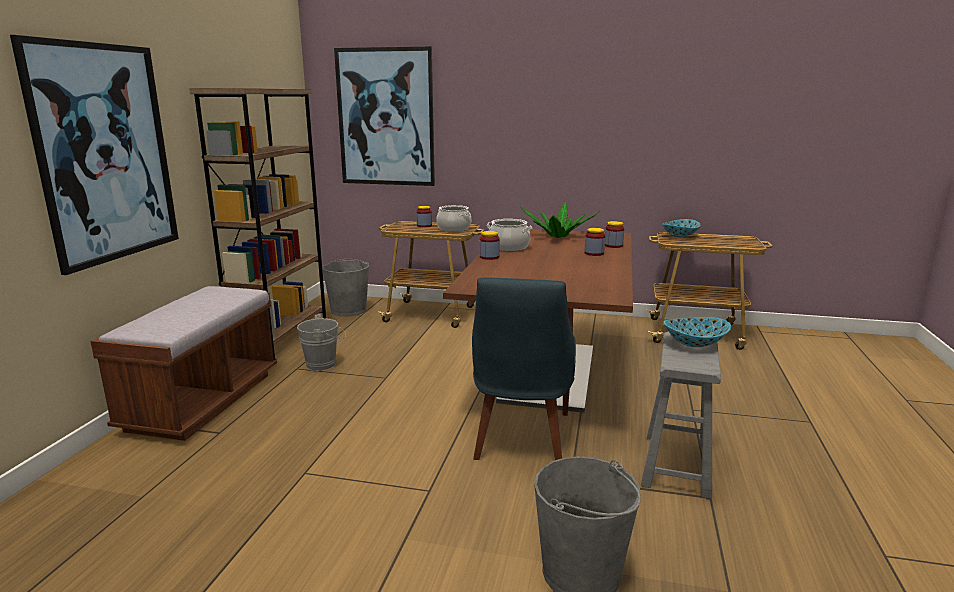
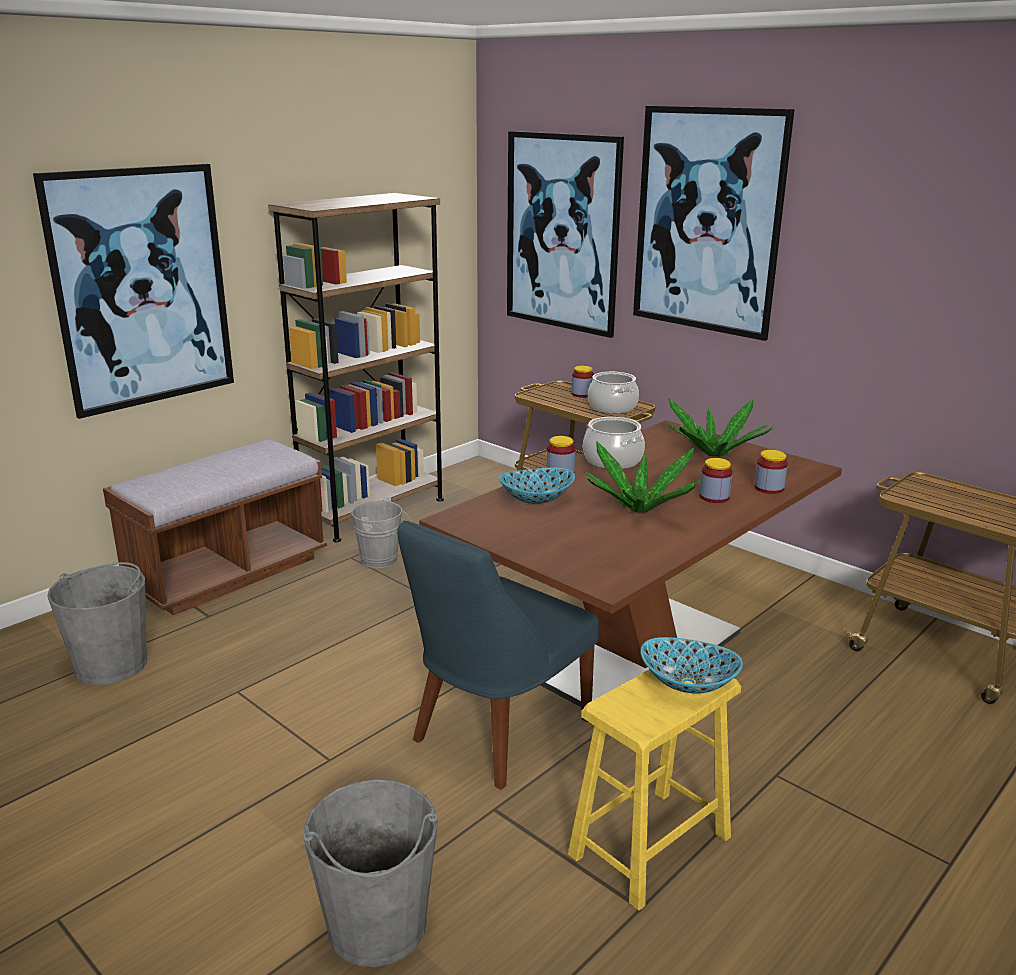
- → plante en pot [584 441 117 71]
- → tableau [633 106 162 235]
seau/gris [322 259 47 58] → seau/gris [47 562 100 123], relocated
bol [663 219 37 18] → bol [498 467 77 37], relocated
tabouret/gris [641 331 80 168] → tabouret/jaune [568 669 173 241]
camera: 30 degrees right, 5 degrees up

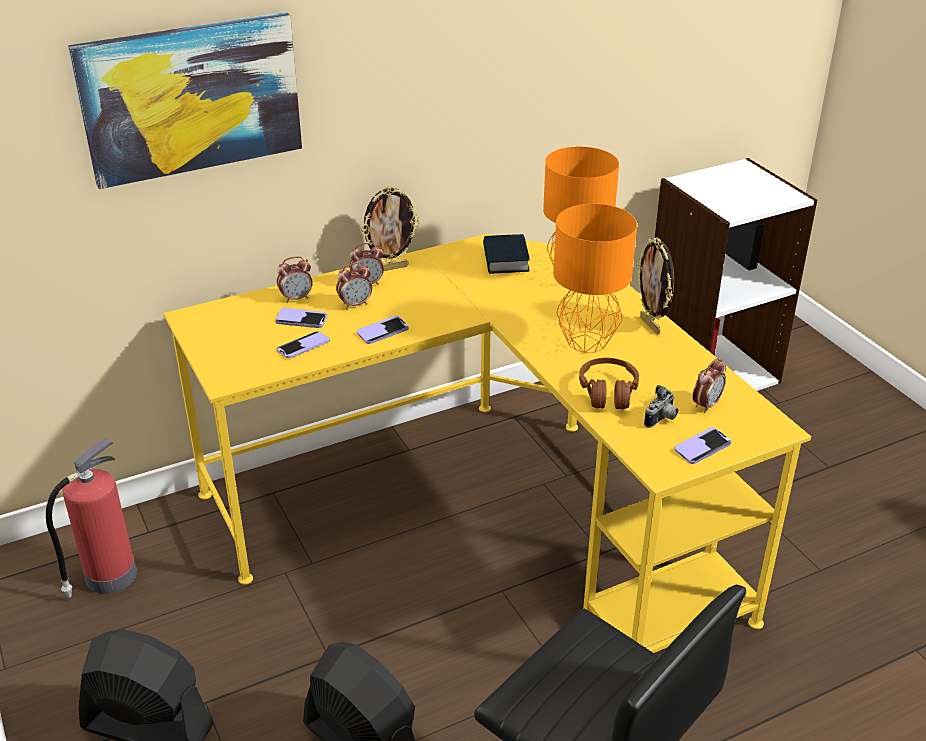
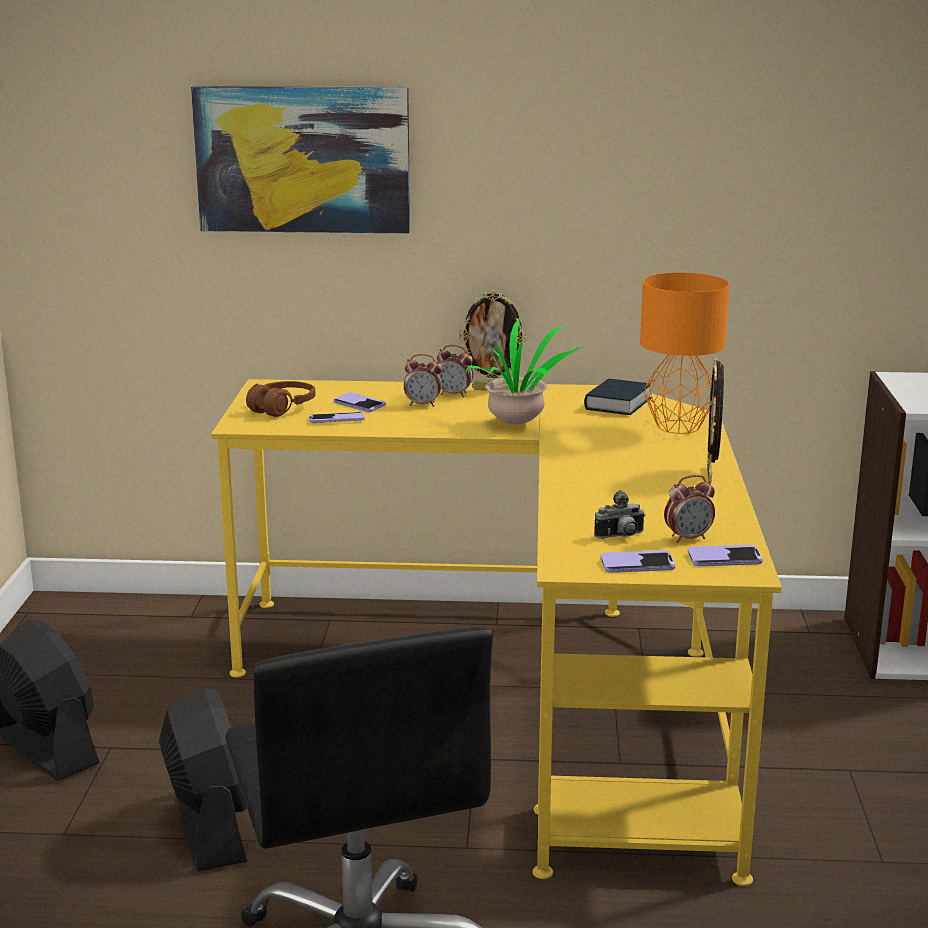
extincteur [46 438 91 160] → -
réveil [277 256 36 47] → -
lampe de table/orange [553 204 84 149] → -
- → plante en pot [466 317 117 107]
téléphone [357 316 52 28] → téléphone [688 545 75 21], relocated
casque audio/marron [579 358 60 51] → casque audio/marron [246 381 70 36], relocated
camera: 30 degrees right, 15 degrees down

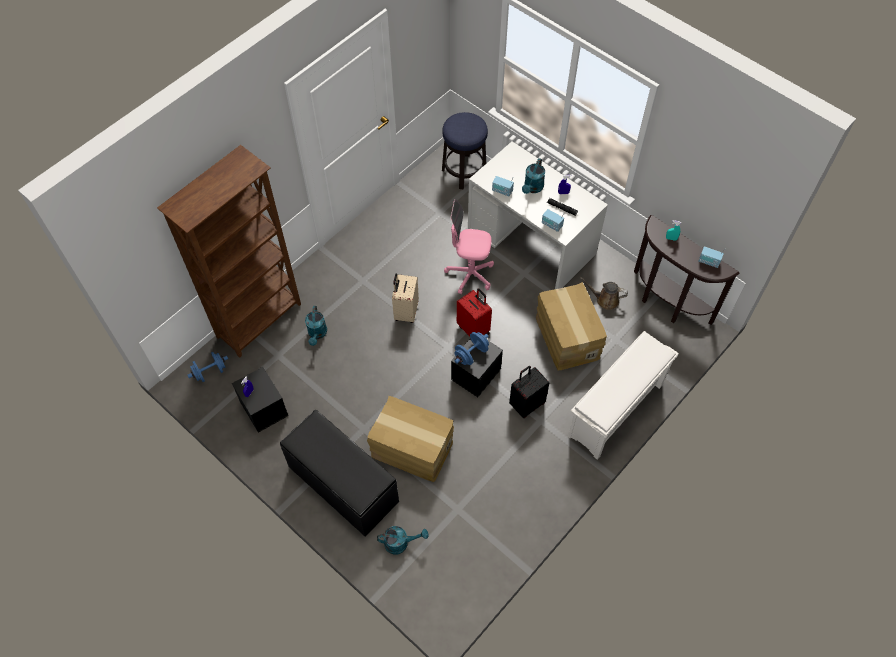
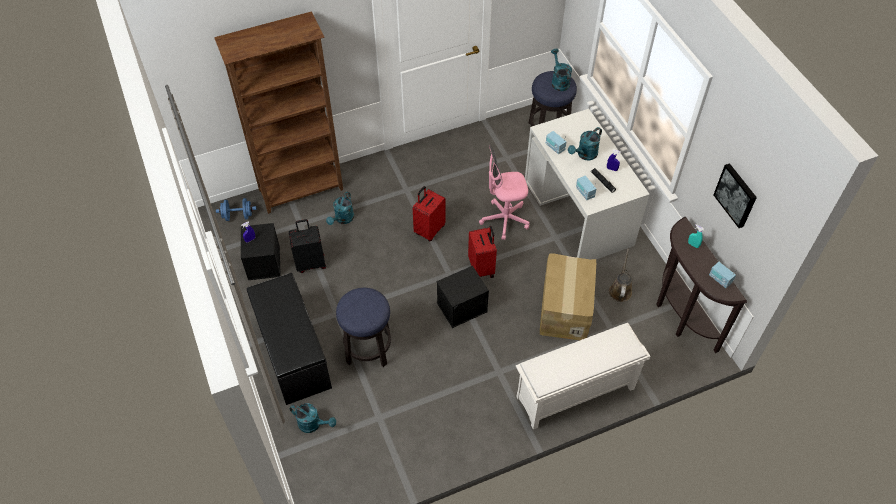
haltère/bleu [454 332 35 33] → -
- → arrosoir/turquoise [551 49 21 42]
- → tableau [713 163 44 65]
valise/noir [509 366 41 52] → valise/noir [289 219 37 54], relocated
carton [367 396 87 86] → tabouret [336 288 55 79]
valise/beige [392 274 27 49] → valise/rouge [413 186 33 55]
chaise de bureau/rose [444 199 50 95] → chaise de bureau/rose [479 145 51 95], 45 degrees counterclockwise
arrosoir/marron [580 277 48 33] → arrosoir/marron [609 249 23 53], 60 degrees clockwise
camera: 25 degrees right, 5 degrees down

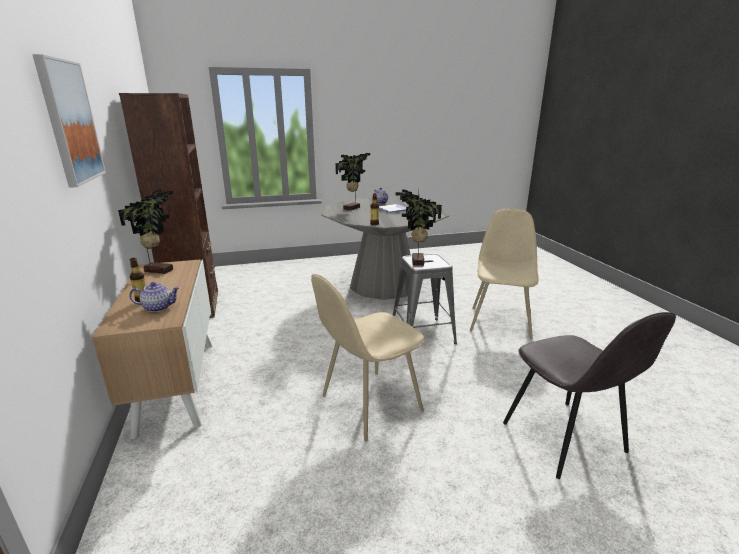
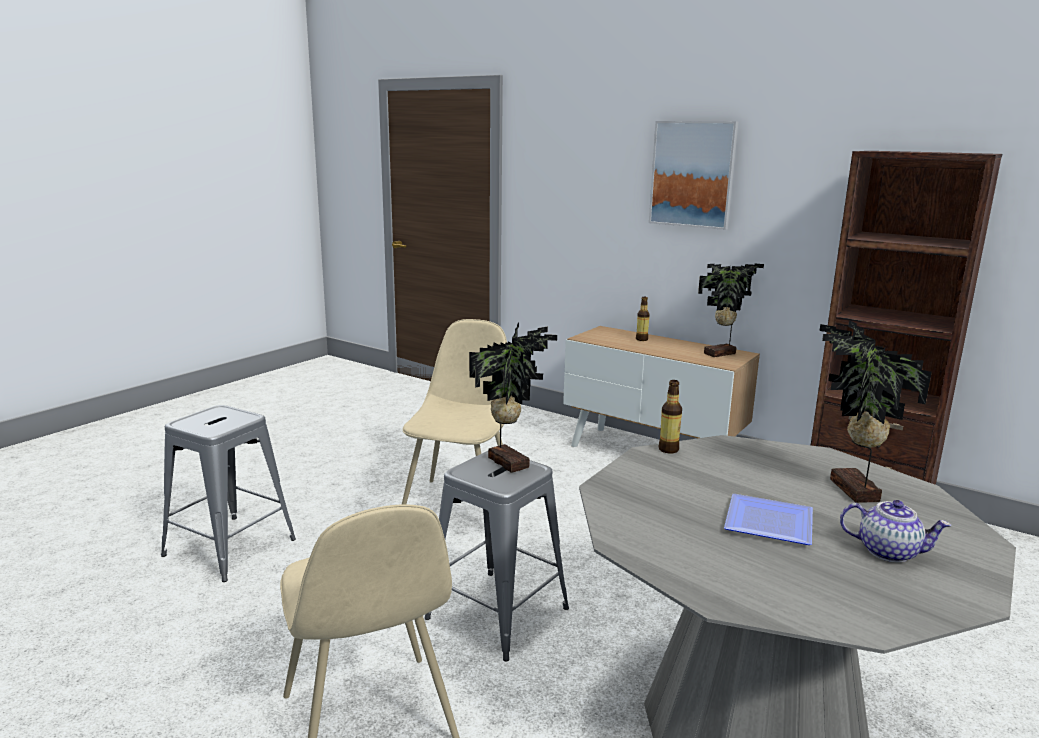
théière [129 282 51 30] → -
chaise/gris [503 312 173 167] → tabouret/gris [161 405 135 177]
camera: 140 degrees right, 5 degrees down

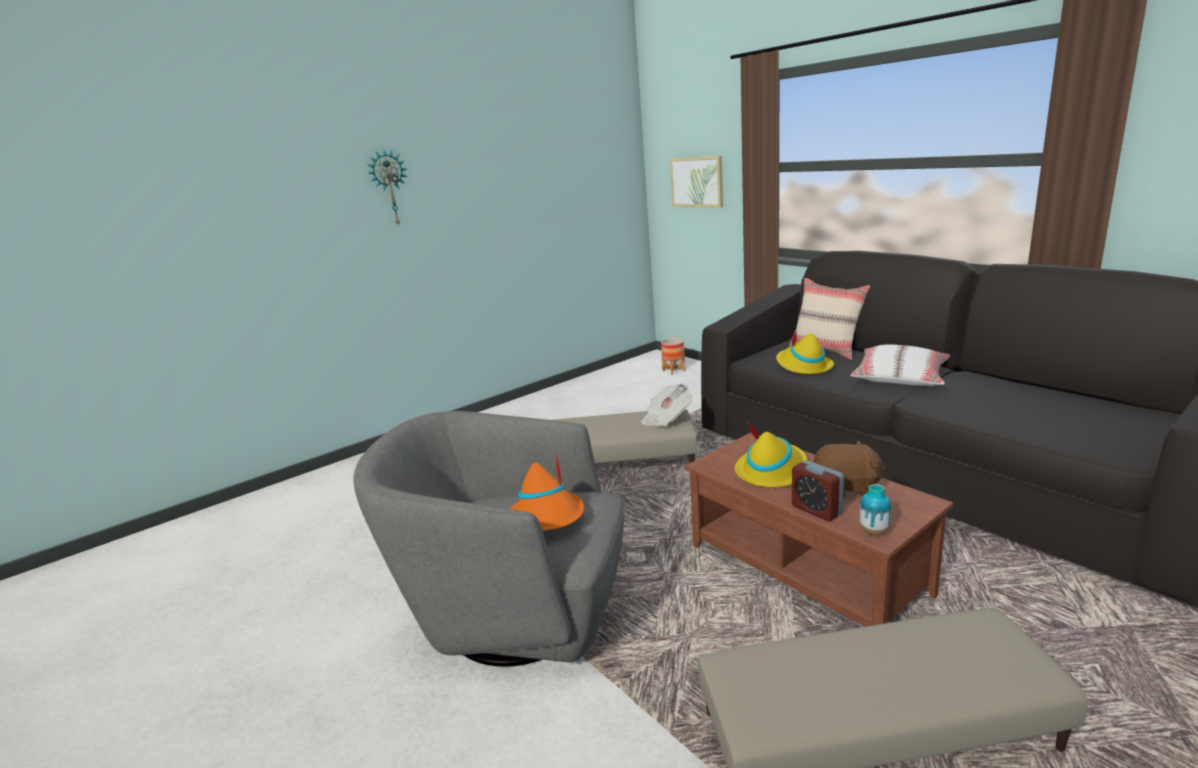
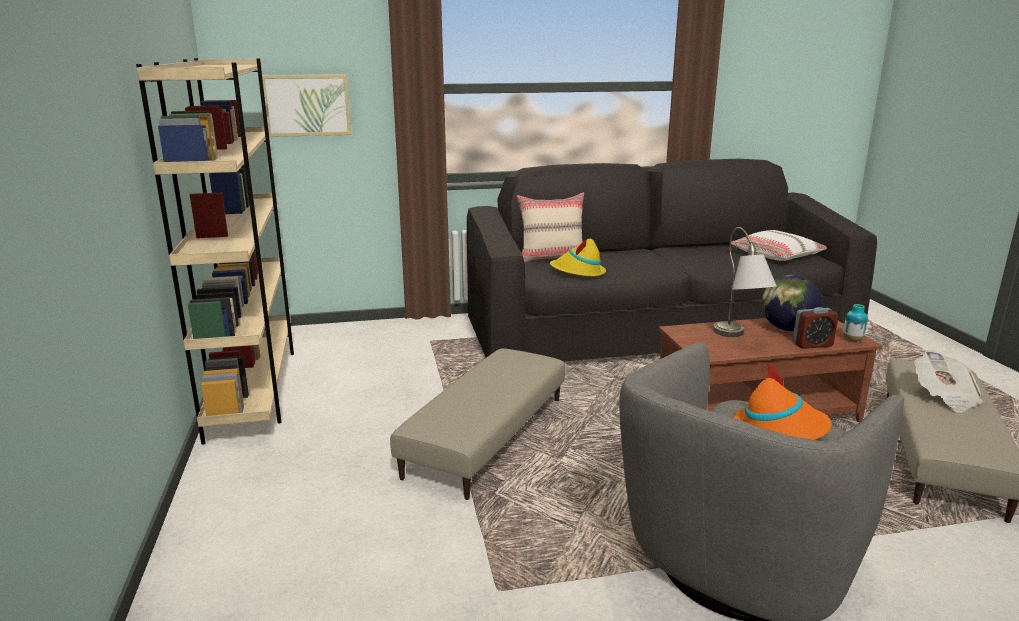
horloge murale [367 150 40 77] → -
cache-pot [661 338 24 37] → -
- → bibliothèque/beige [136 58 158 387]
journal [641 384 52 43] → journal [914 350 69 63], relocated
coussin/blanc [851 344 99 43] → coussin/blanc [731 230 96 31], relocated
chapeau/jaune [735 422 72 65] → lampe de table/gris [713 227 63 110]
peluche/marron [813 440 73 59] → globe [762 275 60 56]
camera: 65 degrees left, 0 degrees up

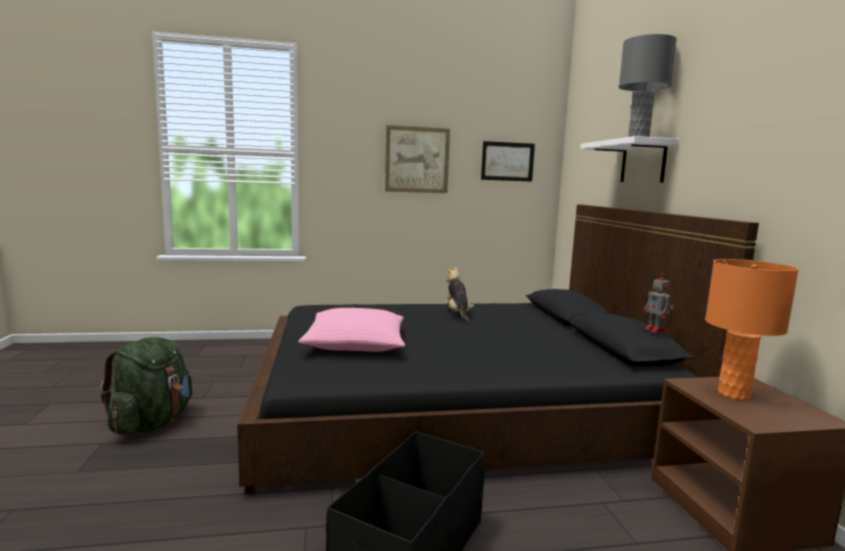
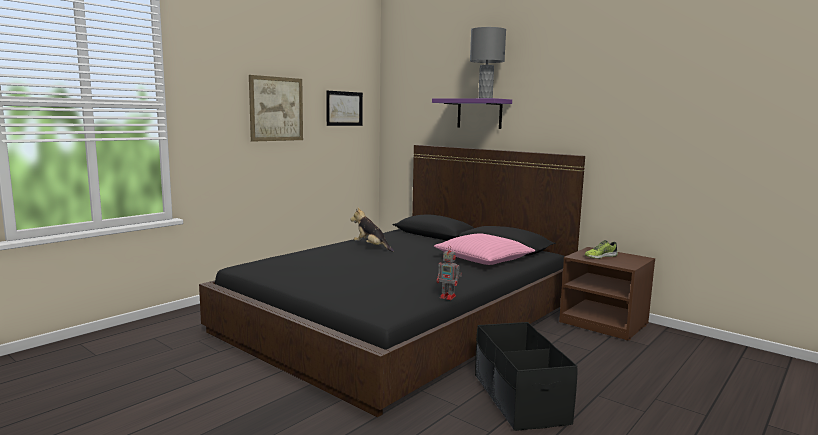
sac à dos/vert [100 337 92 98] → -
coussin/rose [299 308 106 44] → coussin/rose [434 233 101 32], relocated
robot jouet [643 274 30 59] → robot jouet [437 246 25 54], relocated
lampe de table/orange [705 259 94 141] → chaussure [585 240 33 19]
étagère/blanc [580 136 99 46] → étagère/violet [432 98 80 31]
camera: 40 degrees left, 0 degrees up

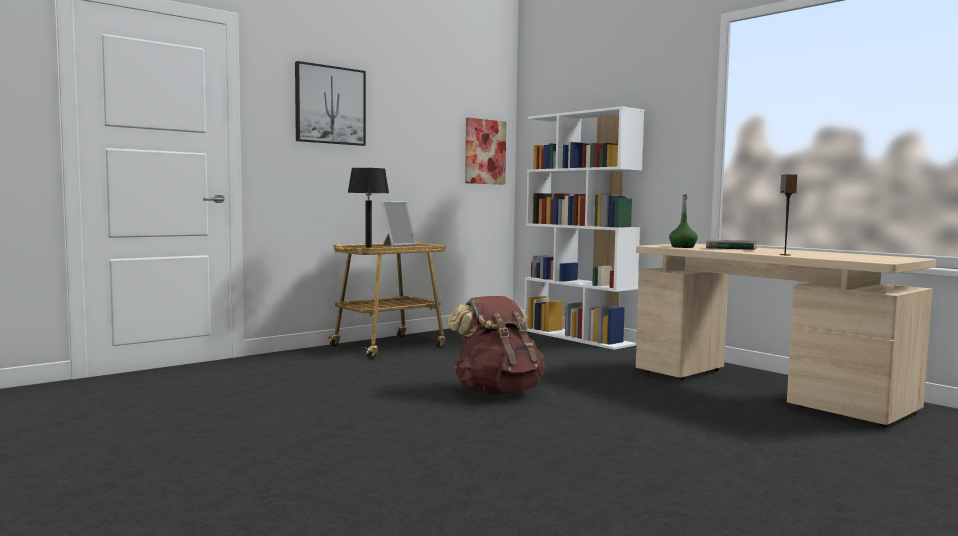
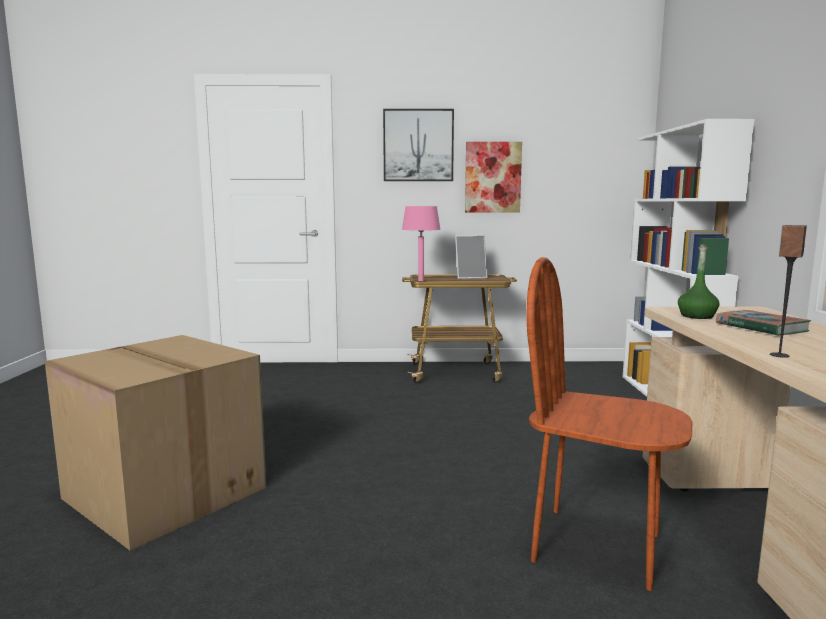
sac à dos/marron [447 296 98 98] → -
- → carton [45 335 221 216]
- → chaise/marron [527 257 165 334]
tableau [465 118 41 67] → tableau [465 142 57 70], relocated
lampe de table/noir [347 168 42 80] → lampe de table/rose [402 206 39 75]
camera: 40 degrees right, 5 degrees up

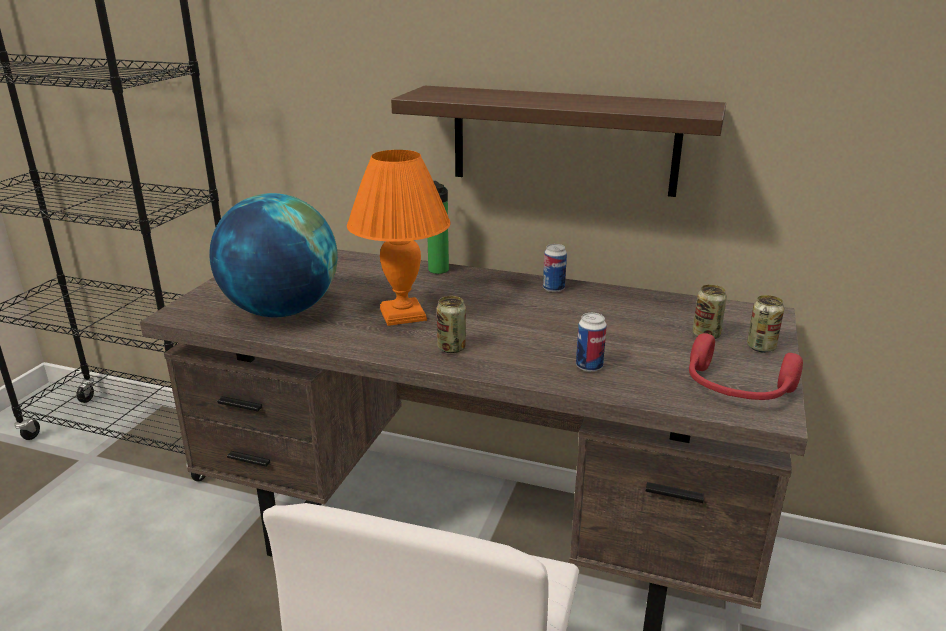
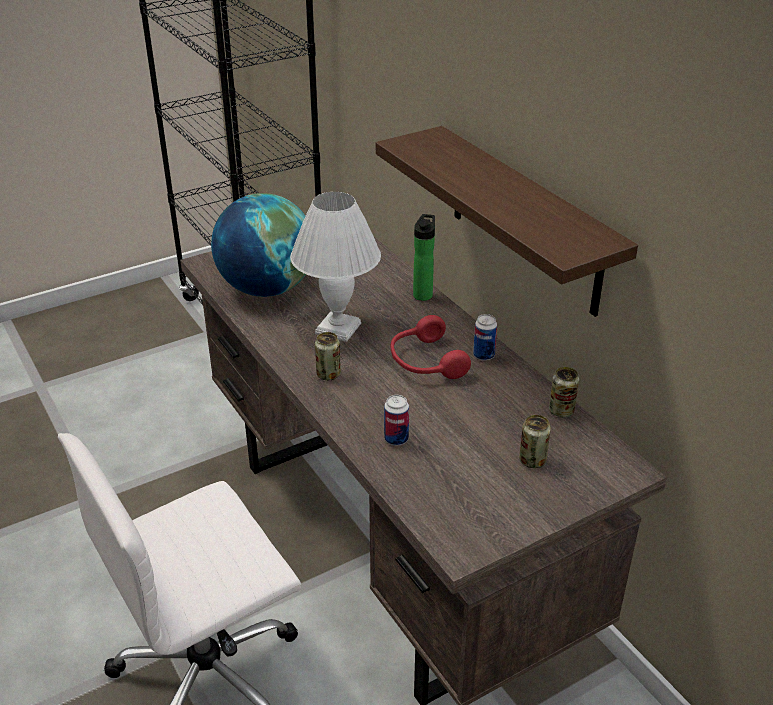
casque audio/rouge [689 333 114 67] → casque audio/rouge [391 315 80 64], relocated
boîte métallique [747 295 37 58] → boîte métallique [549 367 30 50], relocated
lampe de table/orange [347 150 104 176] → lampe de table/blanc [290 192 91 150]
camera: 40 degrees right, 10 degrees up

